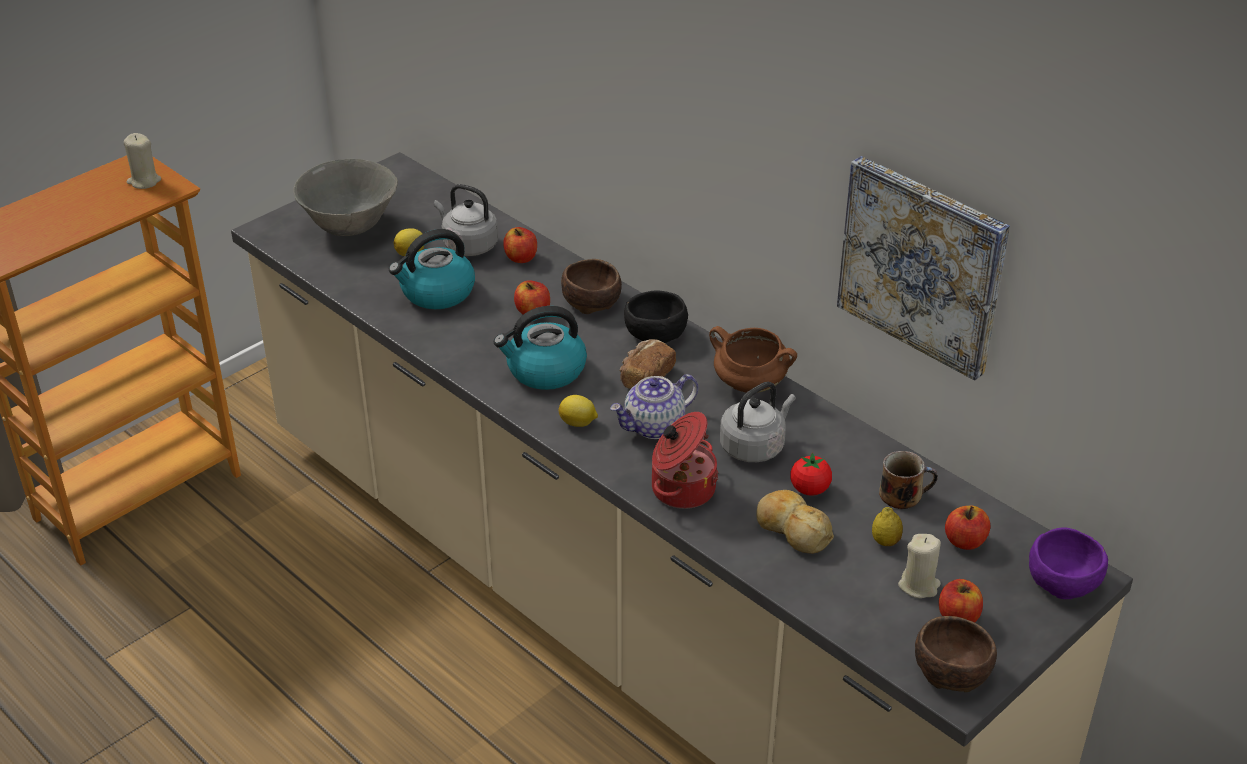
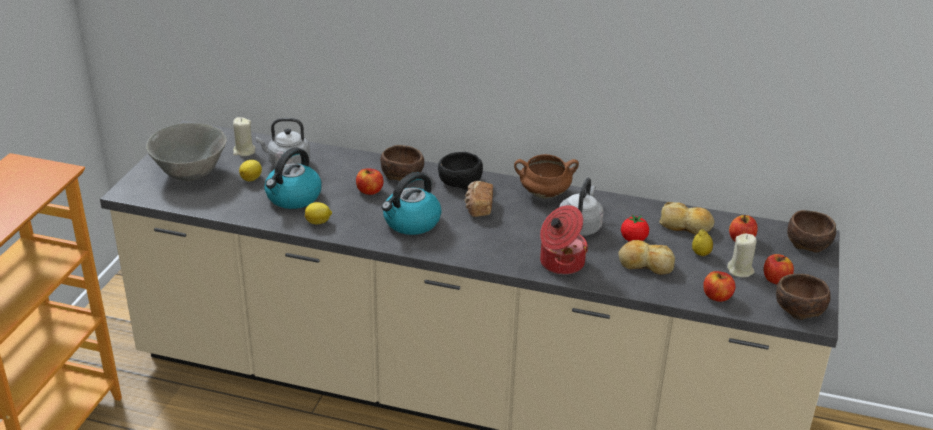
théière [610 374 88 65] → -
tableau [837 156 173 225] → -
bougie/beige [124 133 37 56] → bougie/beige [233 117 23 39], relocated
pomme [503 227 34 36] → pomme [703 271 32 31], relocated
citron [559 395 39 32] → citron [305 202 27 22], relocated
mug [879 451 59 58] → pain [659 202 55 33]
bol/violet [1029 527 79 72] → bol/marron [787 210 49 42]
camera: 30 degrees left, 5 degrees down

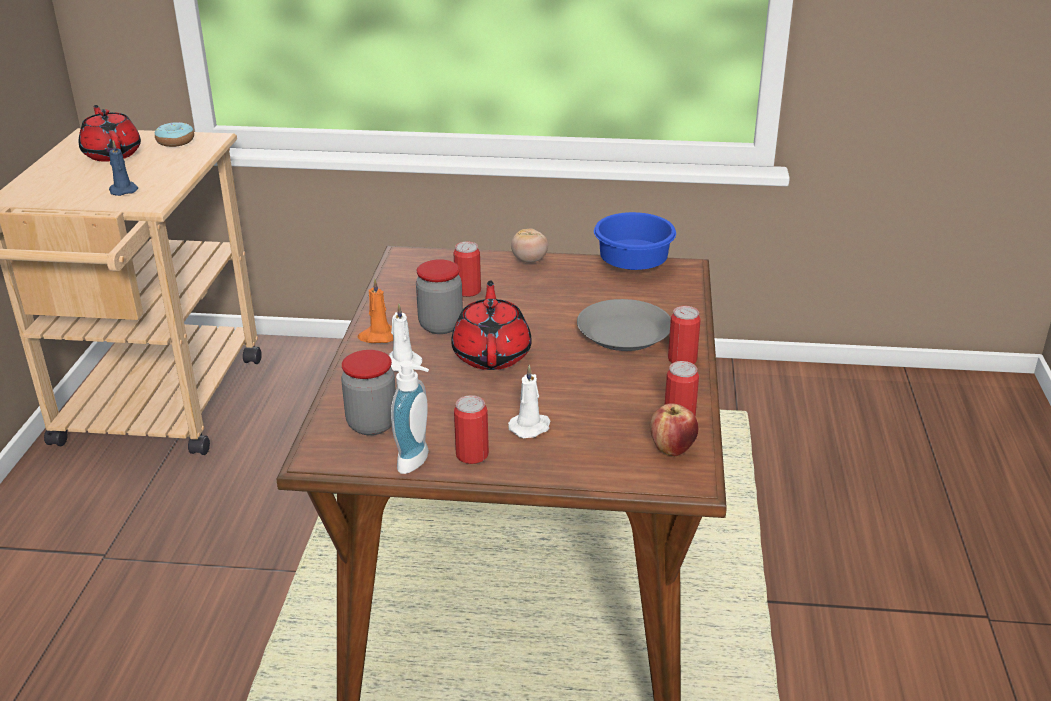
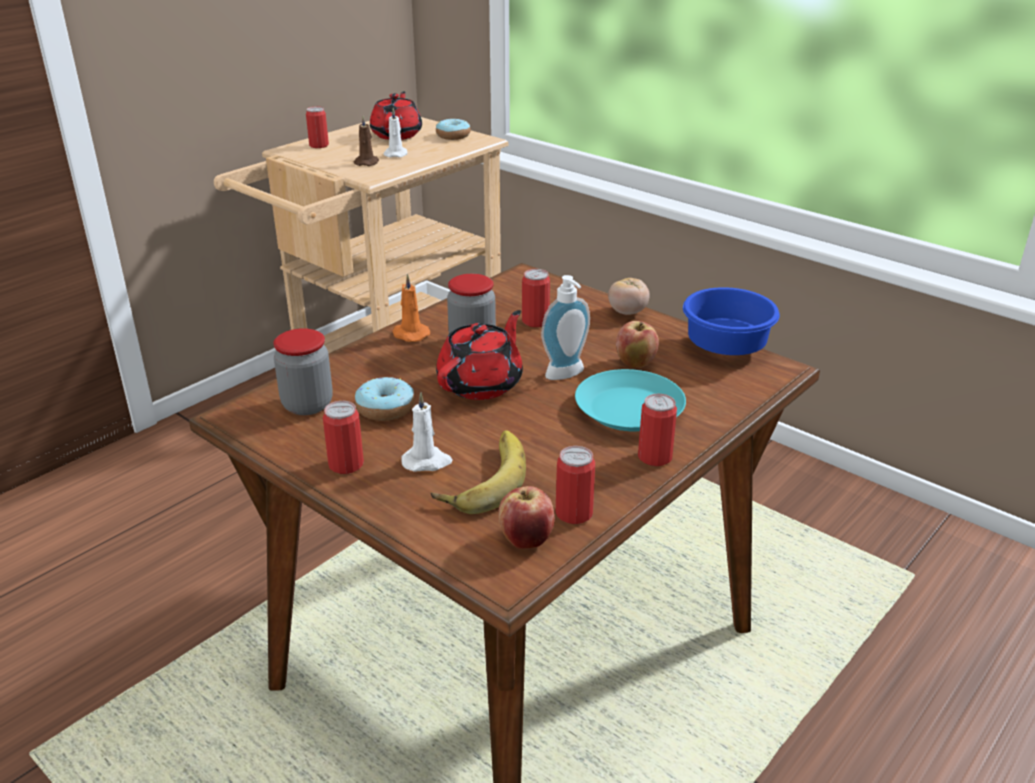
- → boîte métallique [306 107 23 41]
- → beignet [355 377 60 44]
- → banane [431 430 95 84]
- → pomme [616 321 43 47]
bougie/blanc [389 304 33 68] → bougie/blanc [384 108 23 50], relocated
distributeur de savon [391 360 38 114] → distributeur de savon [541 275 49 105], relocated
bougie/bleu [109 140 29 56] → bougie/marron [354 116 25 50]
assiette/gris [577 299 94 52] → assiette/turquoise [575 369 111 62]
camera: 35 degrees right, 0 degrees up

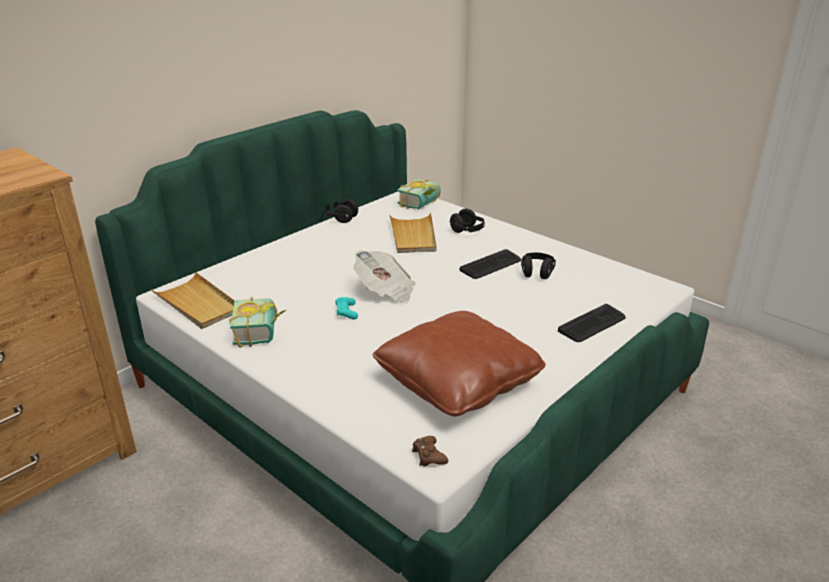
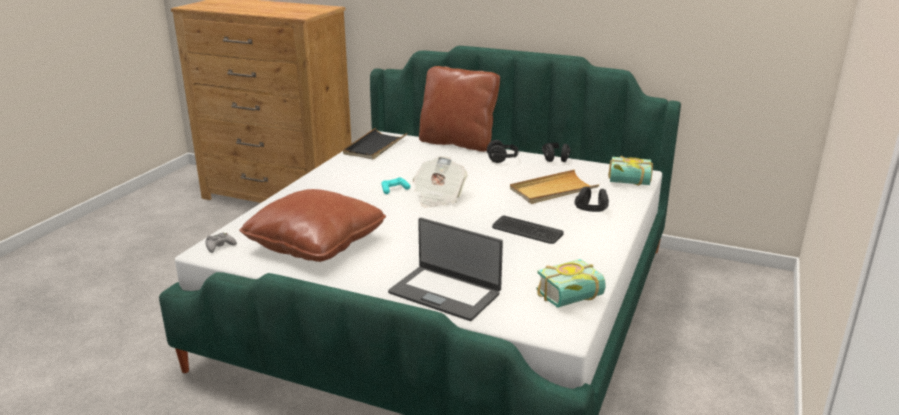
- → coussin/marron [419 66 81 86]
livre [229 297 57 50] → livre [536 259 70 49], relocated
casque audio/noir [521 253 35 26] → casque audio/noir [487 140 32 23], relocated
clavier [558 304 67 38] → ordinateur portable [388 218 115 103]
plateau/beige [151 272 84 57] → plateau/noir [343 128 65 32]
manette/marron [412 436 36 31] → manette/gris [205 233 32 20]
camera: 70 degrees right, 5 degrees down

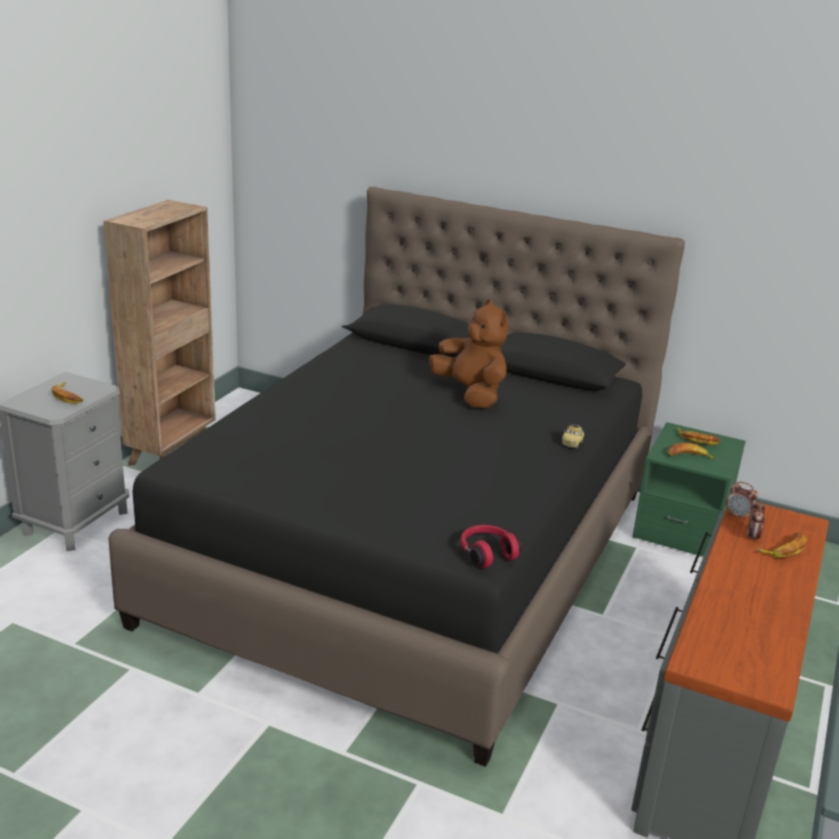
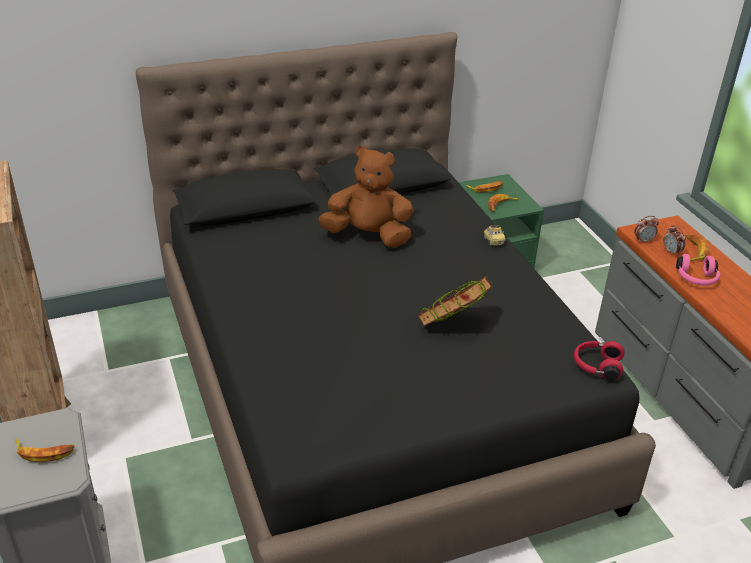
- → livre [417 276 75 51]
- → casque audio/rose [676 254 44 31]
camera: 45 degrees left, 10 degrees up

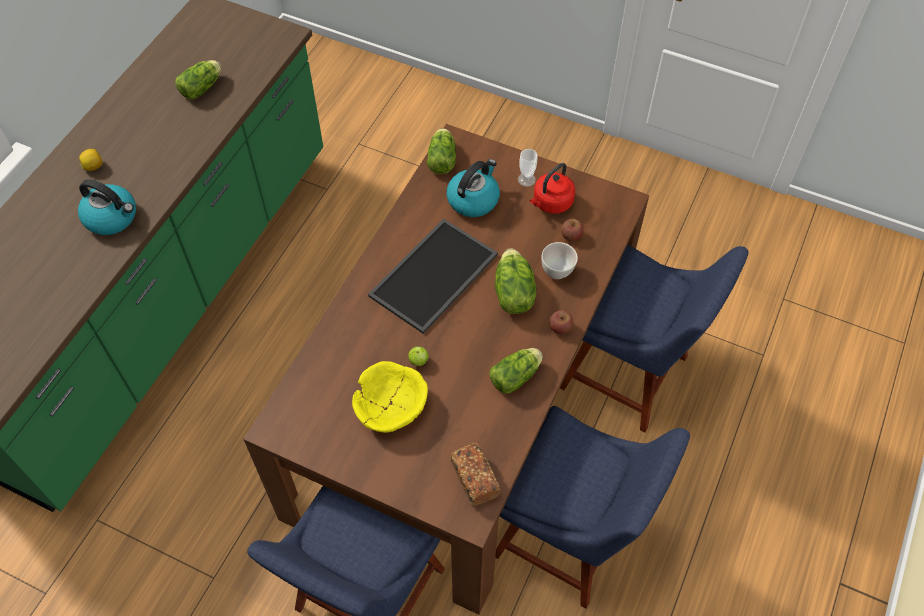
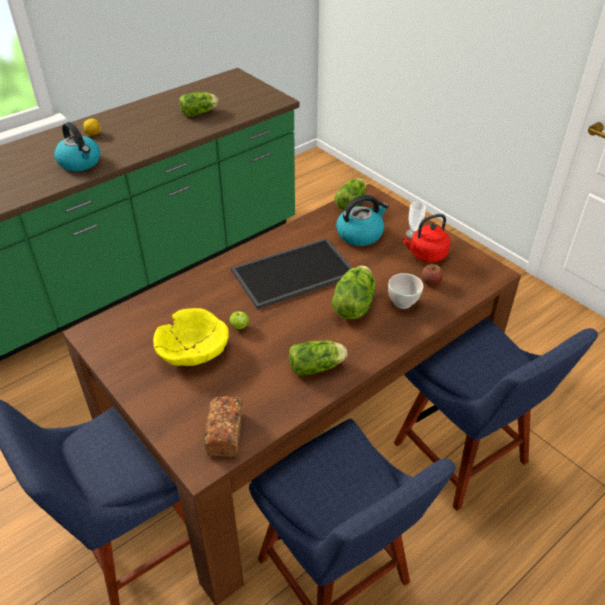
pomme [549 310 24 24] → -
camera: 25 degrees right, 15 degrees down

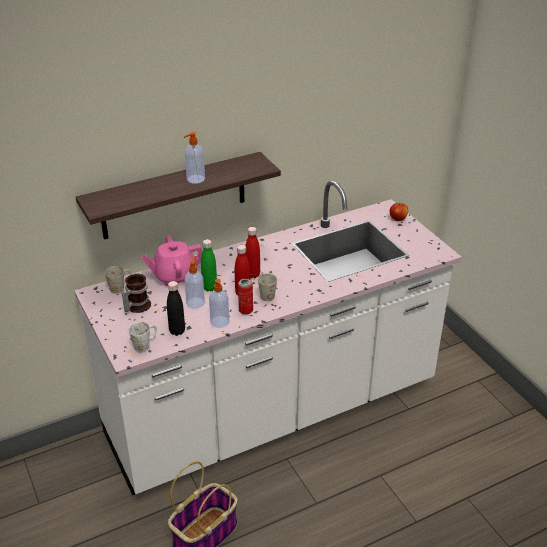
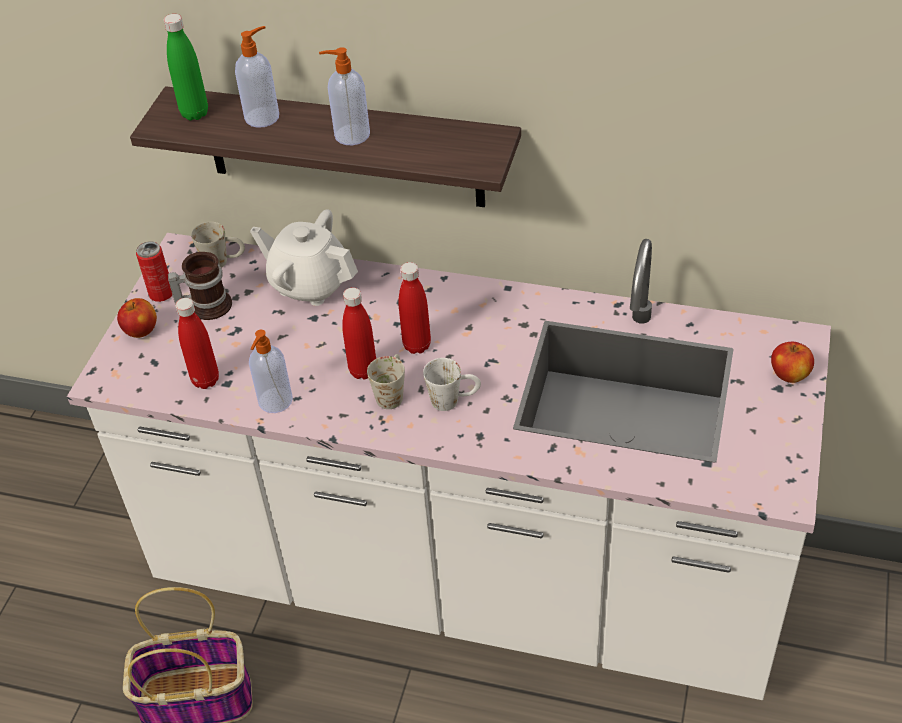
- → pomme [117 298 40 40]
mug/blanc [129 322 28 30] → mug/blanc [423 358 58 53], relocated
distributeur de savon [184 256 21 53] → distributeur de savon [235 26 44 102], relocated
bouteille/vert [201 239 16 52] → bouteille/vert [164 14 44 106], relocated
boîte métallique [238 279 15 35] → boîte métallique [136 241 36 61], relocated
théière/rose [141 235 62 51] → théière/blanc [250 209 108 97]
bouteille/noir [167 281 18 55] → bouteille/rouge [175 298 44 91]
camera: 45 degrees right, 10 degrees up

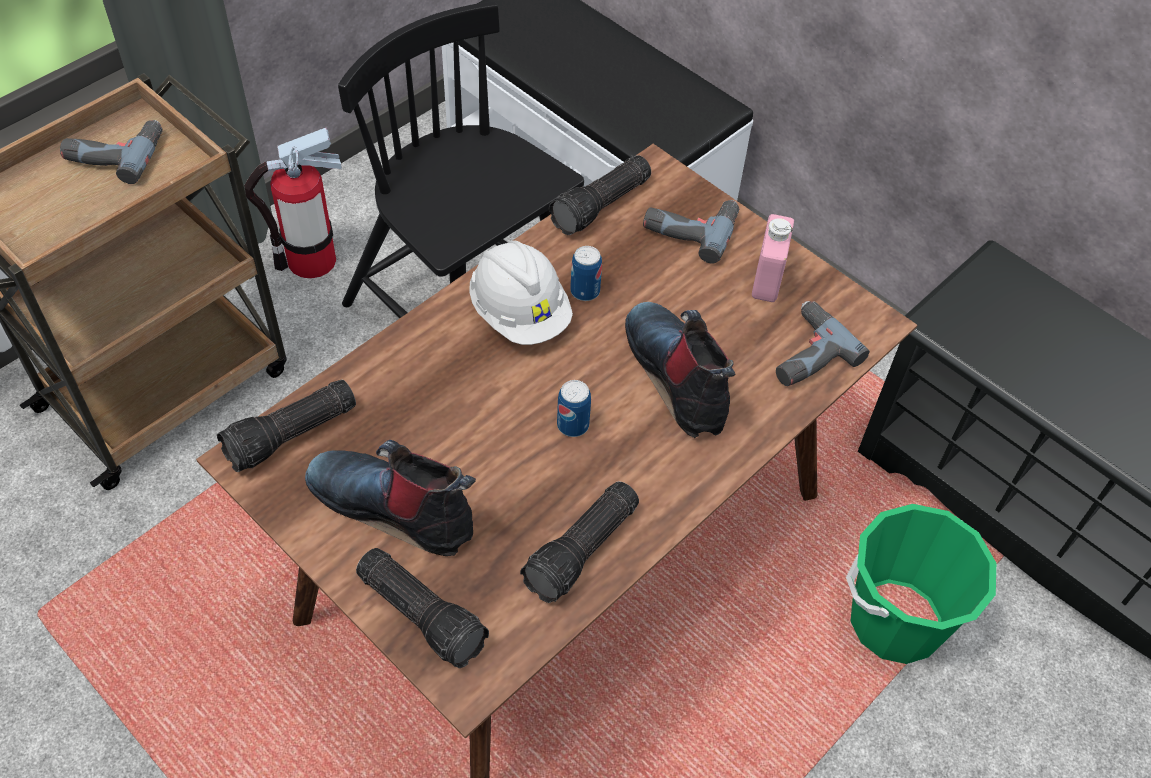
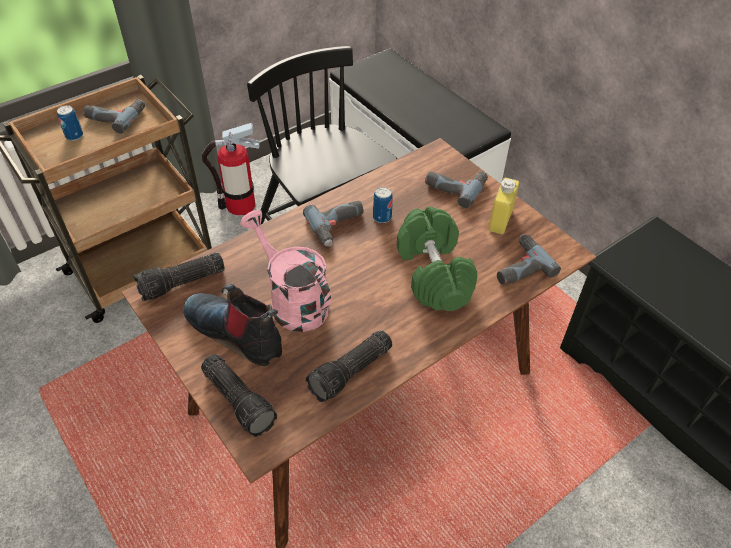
lampe de poche [549 155 102 80] → -
seau/vert [846 504 150 160] → -
- → arrosoir/rose [240 210 91 122]
boîte métallique [557 380 34 57] → boîte métallique [57 105 26 36], relocated
casque de chantier/blanc [469 240 104 105] → perceuse [303 201 61 45]
botte [625 302 110 136] → haltère/vert [397 206 80 105]
bouteille/rose [752 214 42 88] → bouteille/jaune [489 178 30 56]
camera: 10 degrees right, 5 degrees down

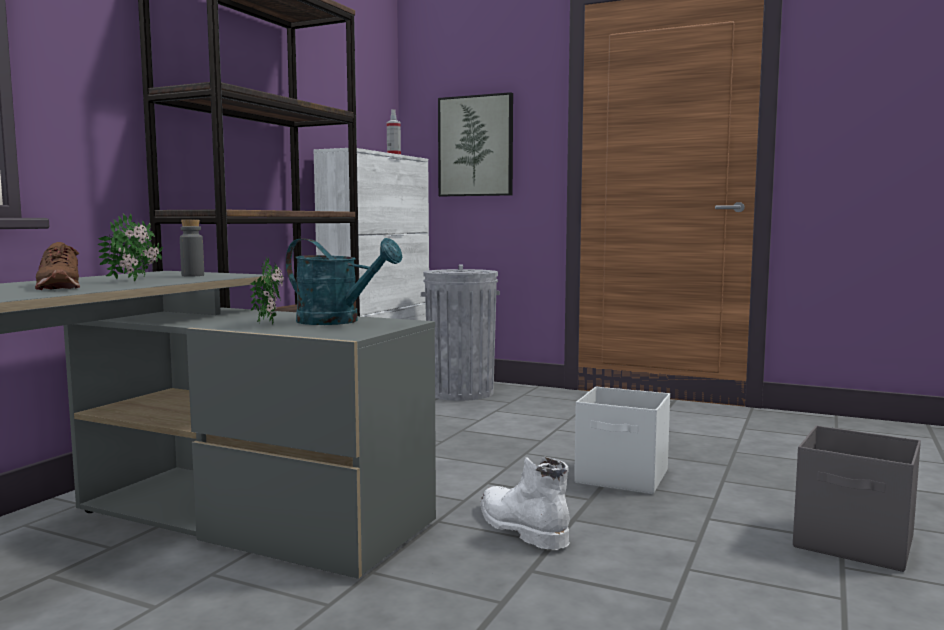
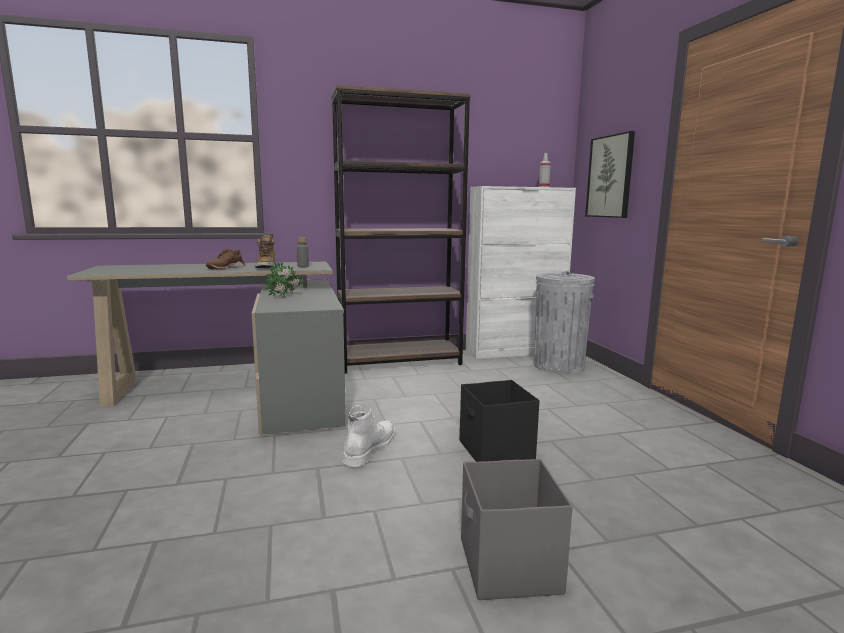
arrosoir/turquoise [286 238 117 87] → -
plante en pot [98 214 65 67] → botte [255 235 21 33]
boîte de rangement/blanc [574 386 96 108] → boîte de rangement/noir [460 380 80 82]
camera: 50 degrees right, 5 degrees up

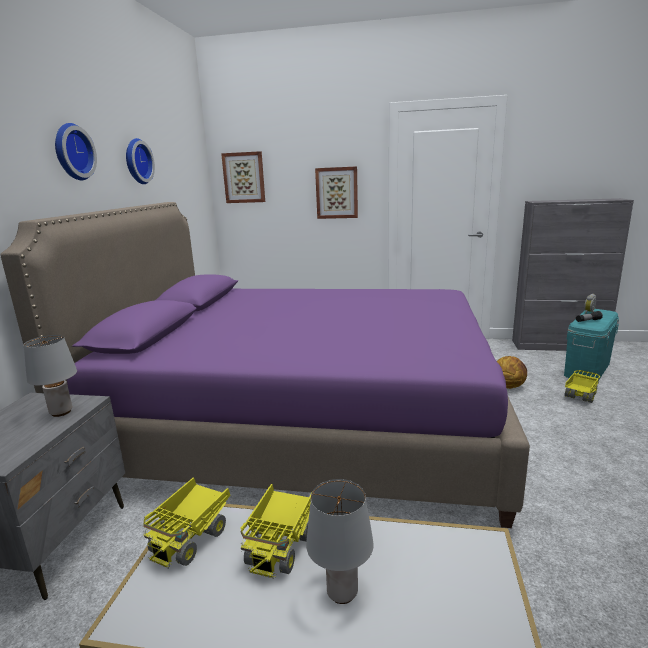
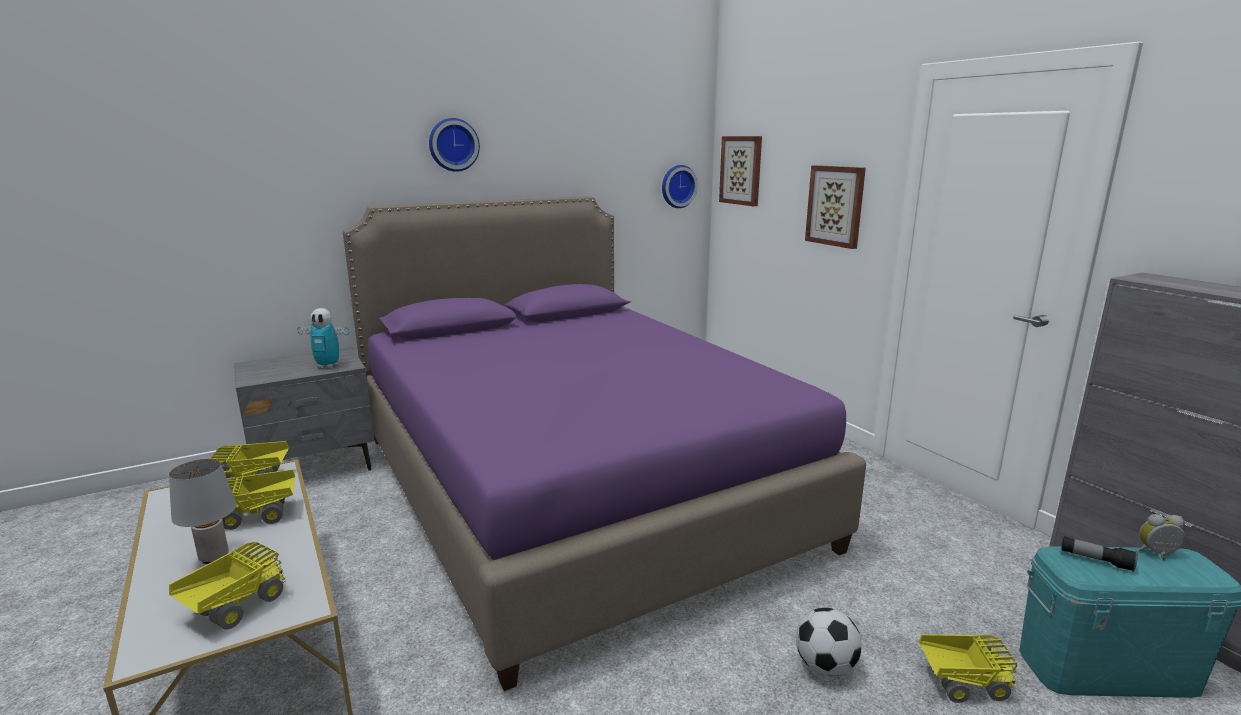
ballon de basket [497 356 30 33] → -
- → camion jouet [169 542 117 88]
- → ballon de foot [796 608 66 68]
horloge murale [126 138 29 46] → horloge murale [662 165 36 43], relocated
lampe de table/gris [23 335 54 82] → robot jouet [297 308 52 60]
camera: 50 degrees right, 0 degrees up

